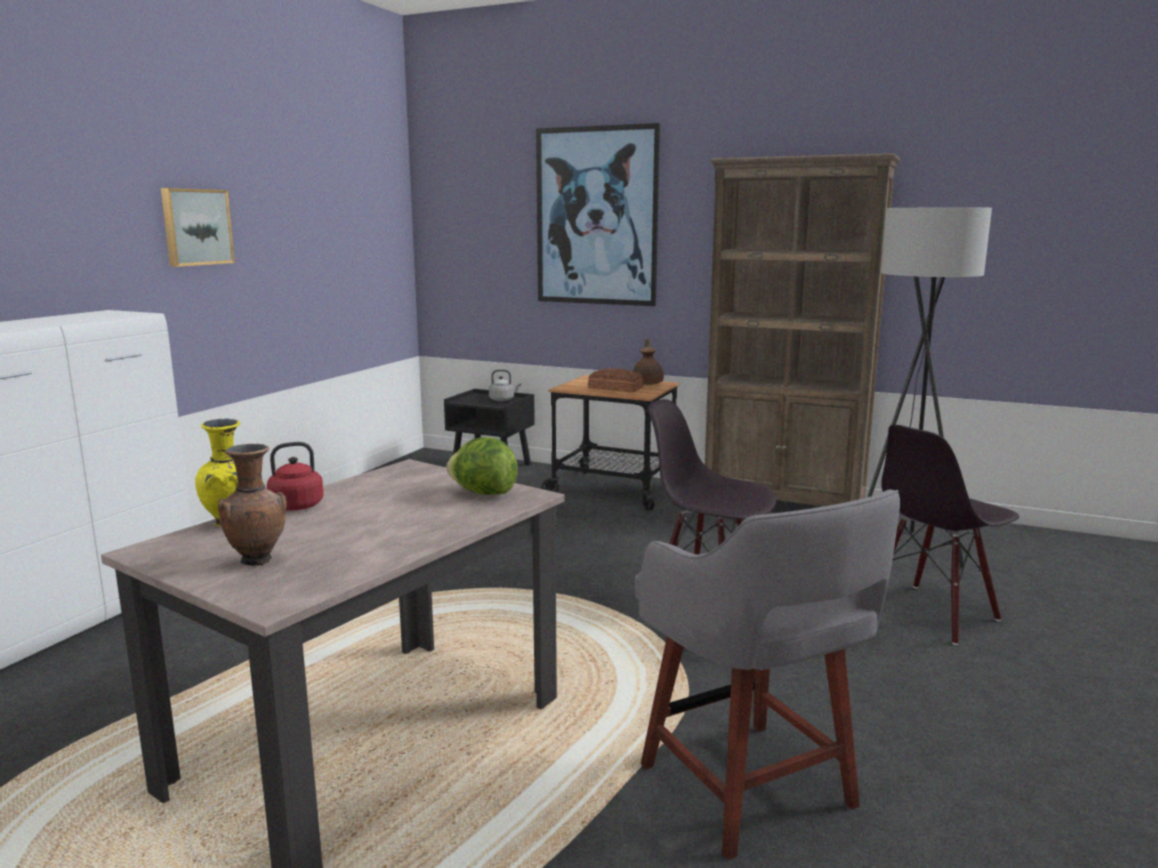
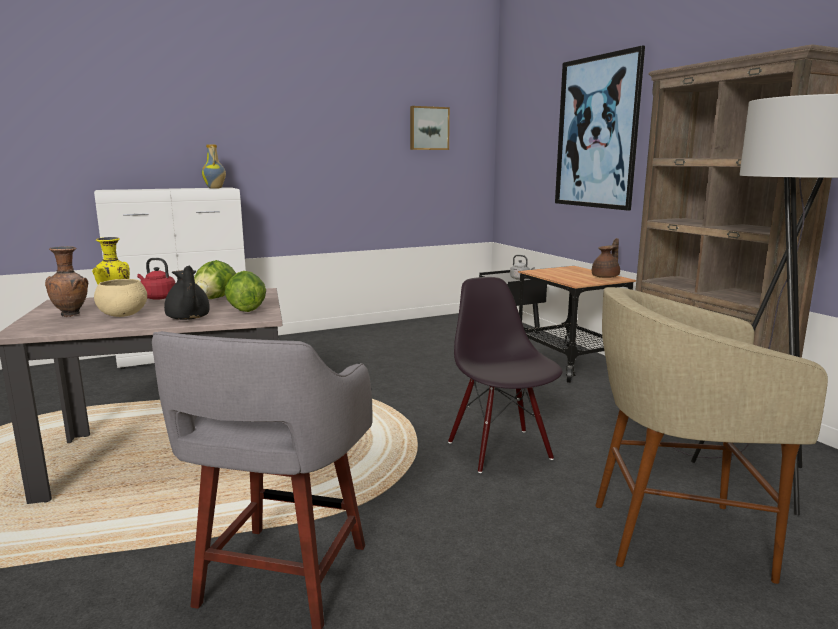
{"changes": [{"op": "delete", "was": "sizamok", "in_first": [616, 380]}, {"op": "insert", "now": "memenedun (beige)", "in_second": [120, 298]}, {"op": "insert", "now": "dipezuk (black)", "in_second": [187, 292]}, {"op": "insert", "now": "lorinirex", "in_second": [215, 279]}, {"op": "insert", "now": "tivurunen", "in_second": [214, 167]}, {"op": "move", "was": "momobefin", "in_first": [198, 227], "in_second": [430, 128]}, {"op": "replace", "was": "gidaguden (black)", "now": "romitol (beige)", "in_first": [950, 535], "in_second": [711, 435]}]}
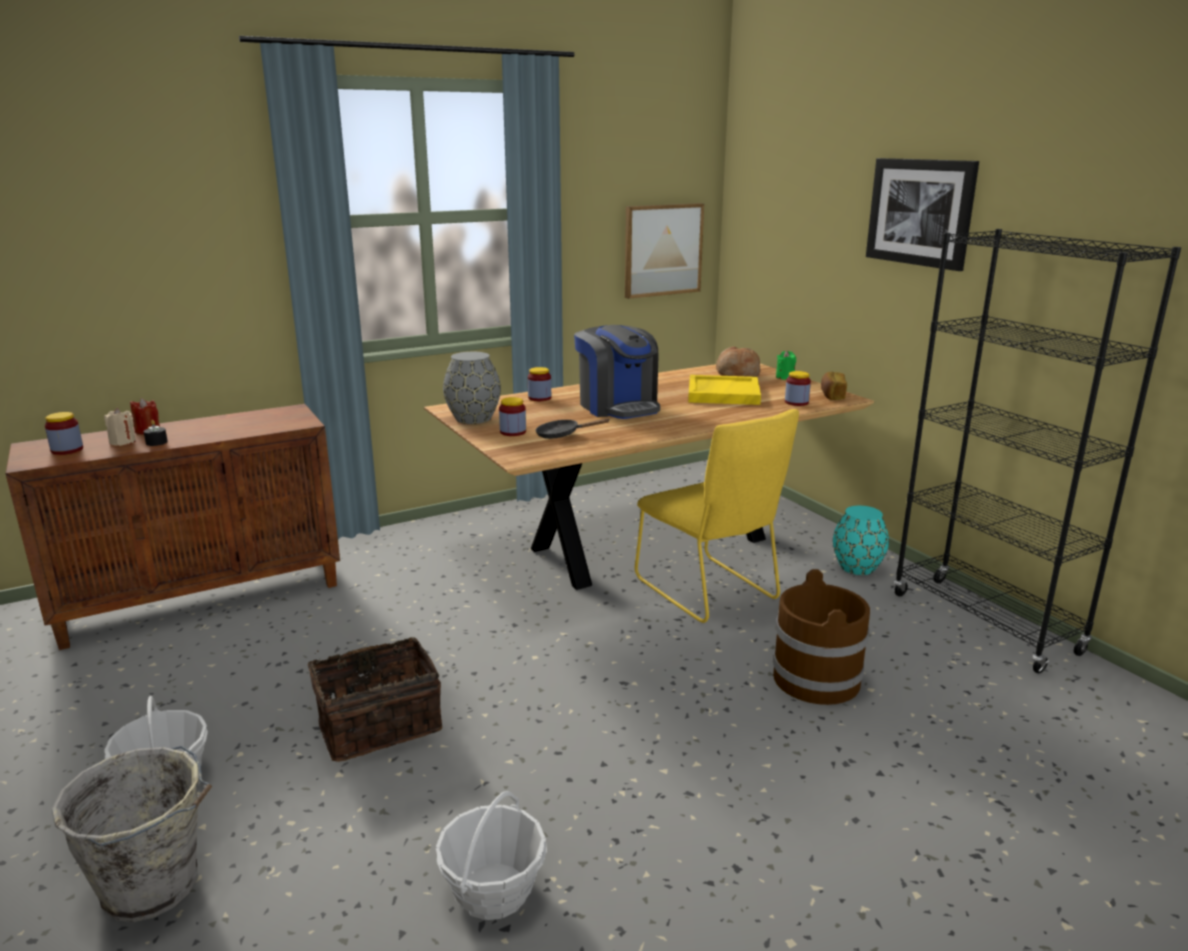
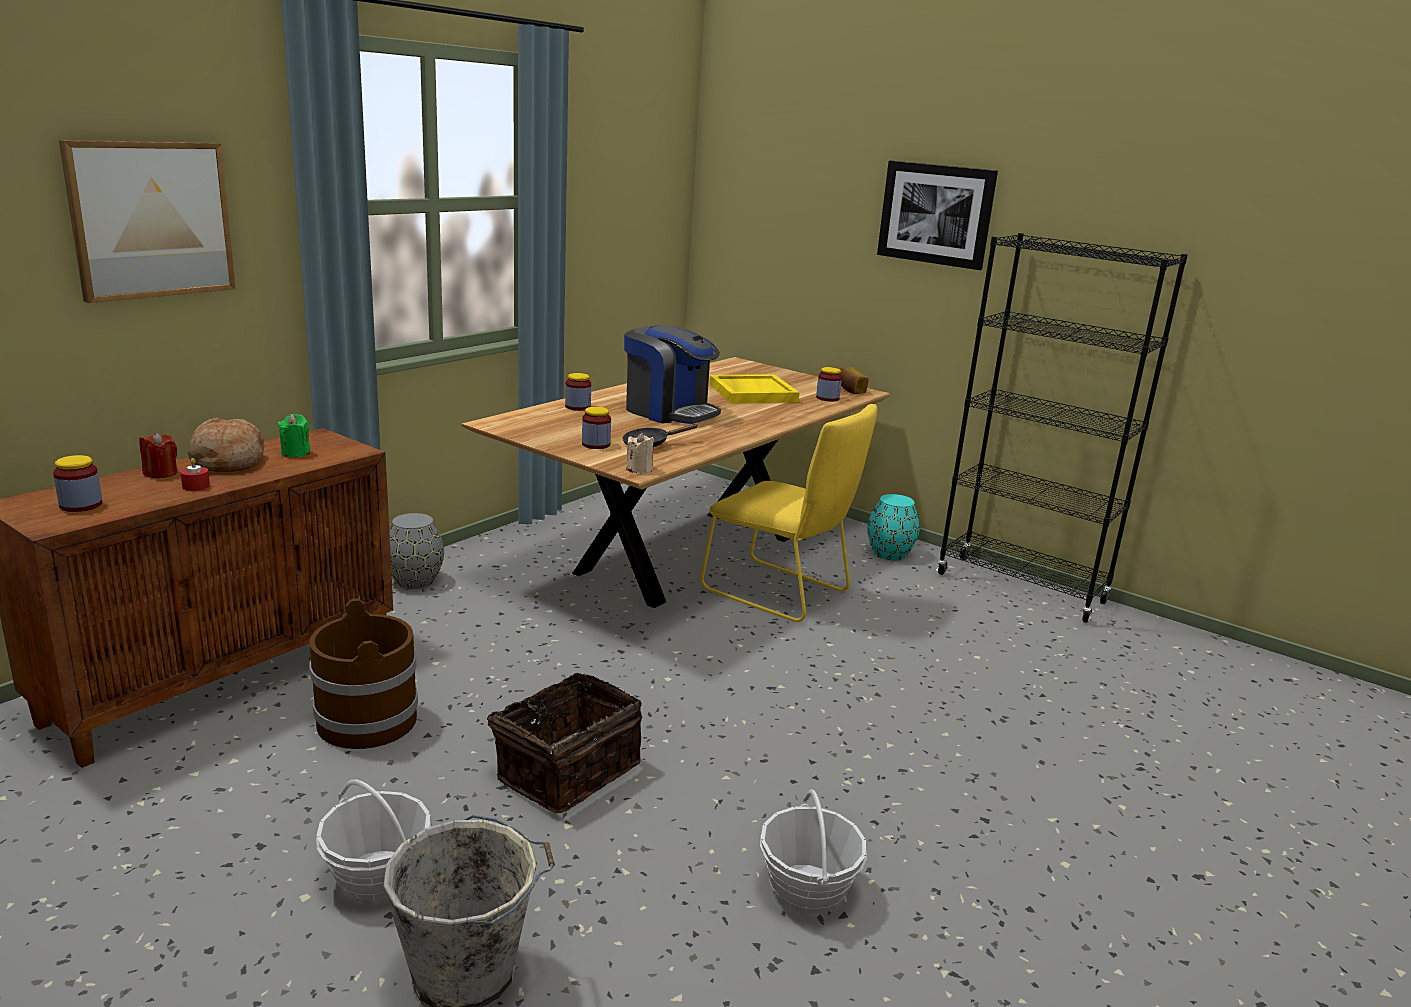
{"changes": [{"op": "move", "was": "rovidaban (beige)", "in_first": [120, 427], "in_second": [640, 453]}, {"op": "move", "was": "tivurunen (grey)", "in_first": [472, 388], "in_second": [416, 551]}, {"op": "move", "was": "momobefin", "in_first": [664, 251], "in_second": [147, 221]}, {"op": "move", "was": "sizamok", "in_first": [738, 361], "in_second": [226, 445]}, {"op": "move", "was": "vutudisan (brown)", "in_first": [821, 637], "in_second": [363, 673]}, {"op": "move", "was": "rovidaban (green)", "in_first": [786, 365], "in_second": [294, 436]}, {"op": "recolor", "was": "rovidaban (black)", "now": "rovidaban (red)", "in_first": [156, 433], "in_second": [195, 474]}]}
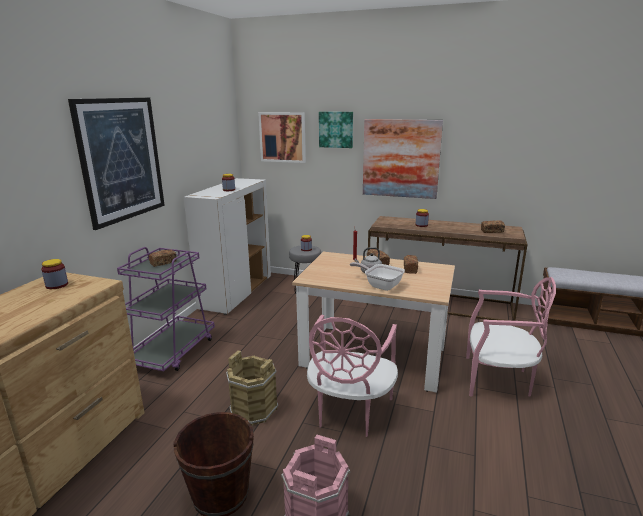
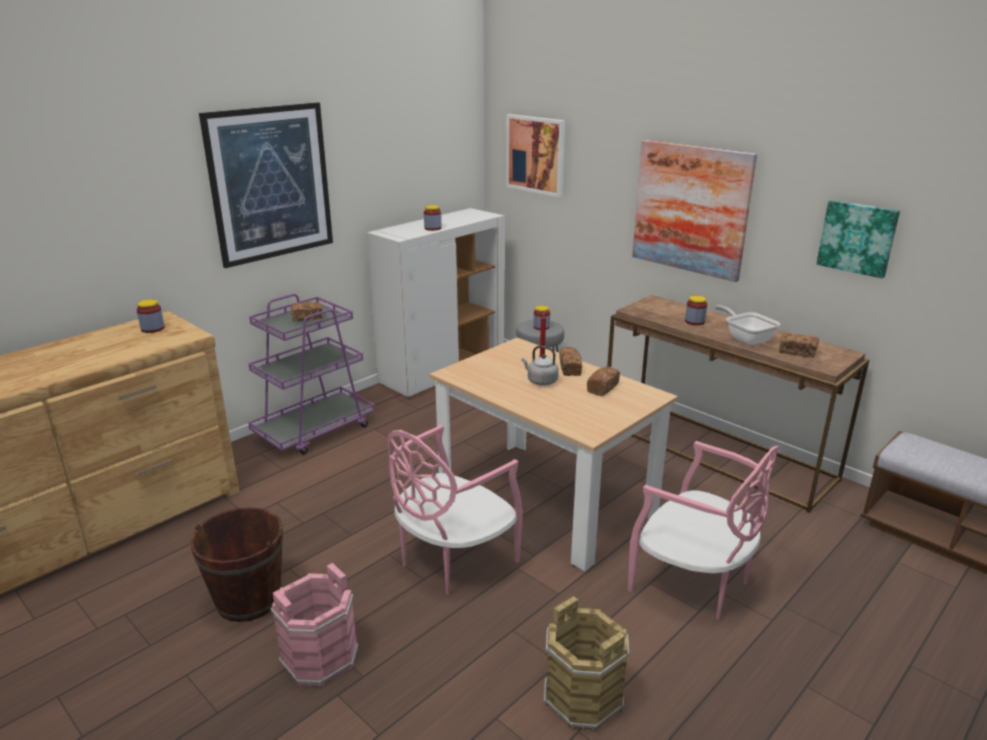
{"changes": [{"op": "move", "was": "vutudisan (brown)", "in_first": [252, 387], "in_second": [587, 663]}, {"op": "move", "was": "momobefin", "in_first": [336, 130], "in_second": [858, 239]}, {"op": "move", "was": "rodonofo", "in_first": [377, 276], "in_second": [747, 325]}]}
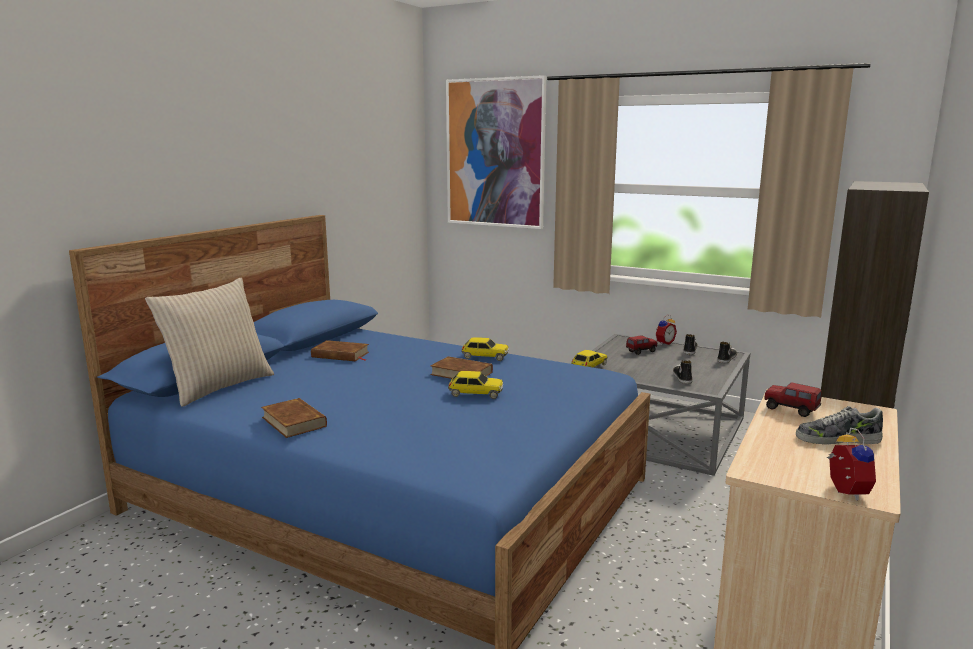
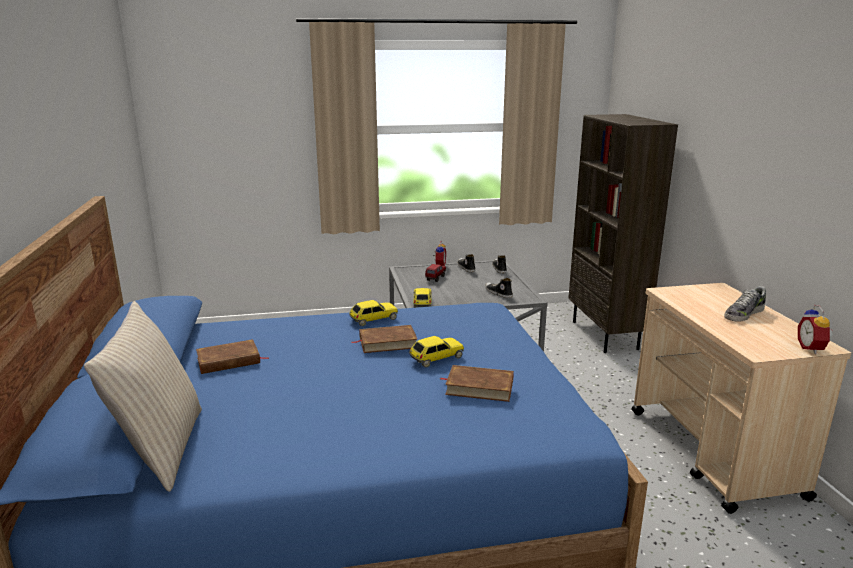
{"changes": [{"op": "delete", "was": "momobefin", "in_first": [496, 152]}, {"op": "delete", "was": "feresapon", "in_first": [793, 399]}, {"op": "move", "was": "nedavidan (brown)", "in_first": [294, 418], "in_second": [477, 383]}, {"op": "rotate", "was": "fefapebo", "in_first": [851, 464], "in_second": [815, 329], "clockwise": -135}]}
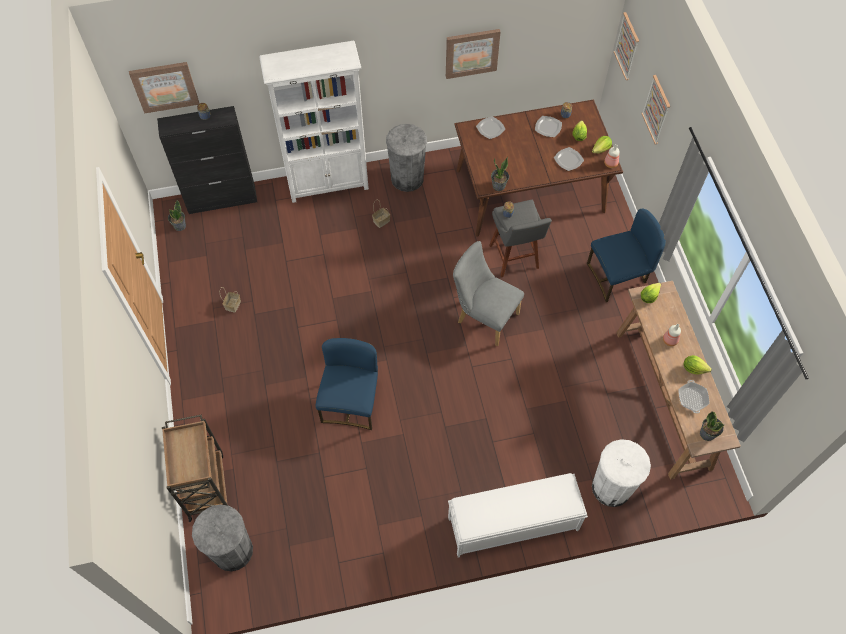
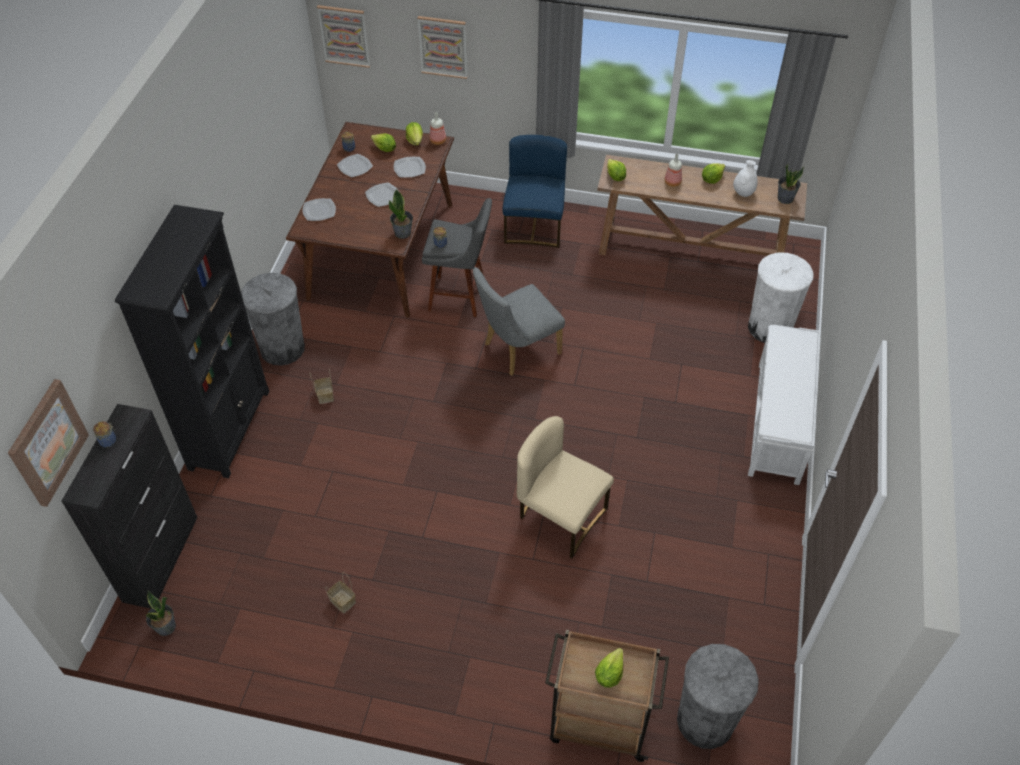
{"changes": [{"op": "delete", "was": "momobefin", "in_first": [473, 54]}, {"op": "insert", "now": "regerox", "in_second": [382, 194]}, {"op": "insert", "now": "lorinirex", "in_second": [609, 668]}, {"op": "replace", "was": "rodonofo", "now": "tivurunen (white)", "in_first": [693, 396], "in_second": [745, 178]}, {"op": "recolor", "was": "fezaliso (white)", "now": "fezaliso (black)", "in_first": [314, 122], "in_second": [192, 341]}, {"op": "recolor", "was": "gidaguden (blue)", "now": "gidaguden (beige)", "in_first": [347, 384], "in_second": [565, 487]}]}
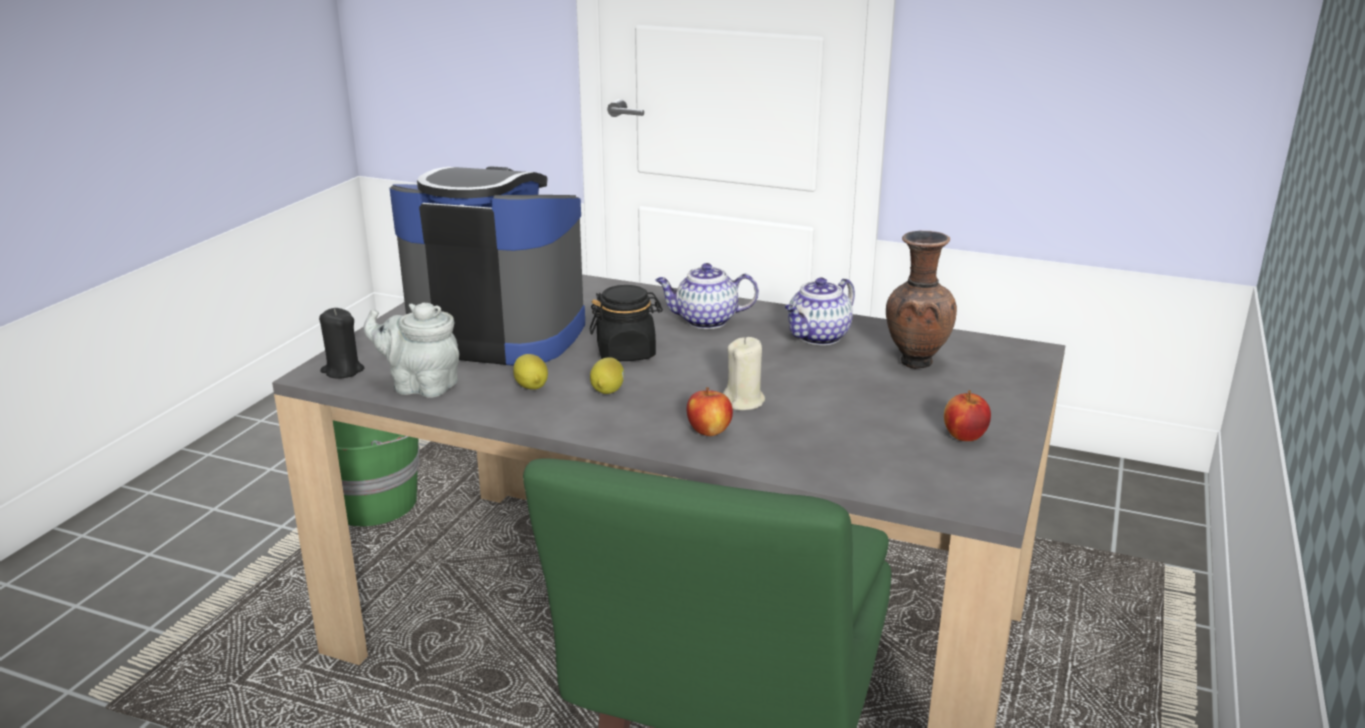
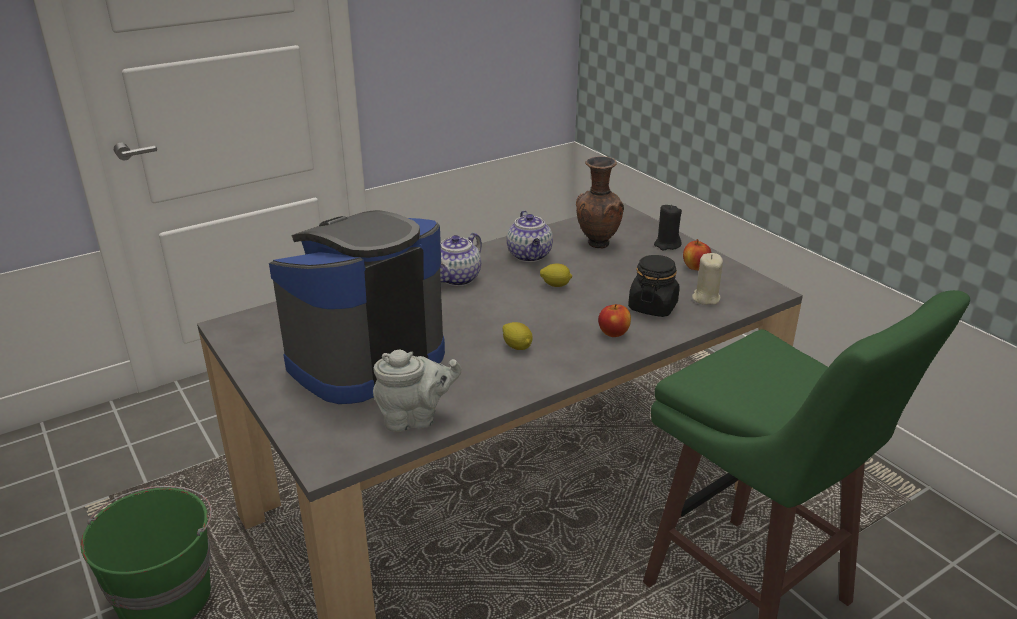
{"changes": [{"op": "move", "was": "rovidaban (black)", "in_first": [341, 343], "in_second": [668, 227]}, {"op": "move", "was": "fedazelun", "in_first": [530, 372], "in_second": [556, 275]}, {"op": "move", "was": "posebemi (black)", "in_first": [626, 323], "in_second": [654, 286]}, {"op": "move", "was": "rovidaban (beige)", "in_first": [744, 373], "in_second": [707, 279]}, {"op": "rotate", "was": "dipezuk (grey)", "in_first": [411, 350], "in_second": [417, 391], "clockwise": -150}]}
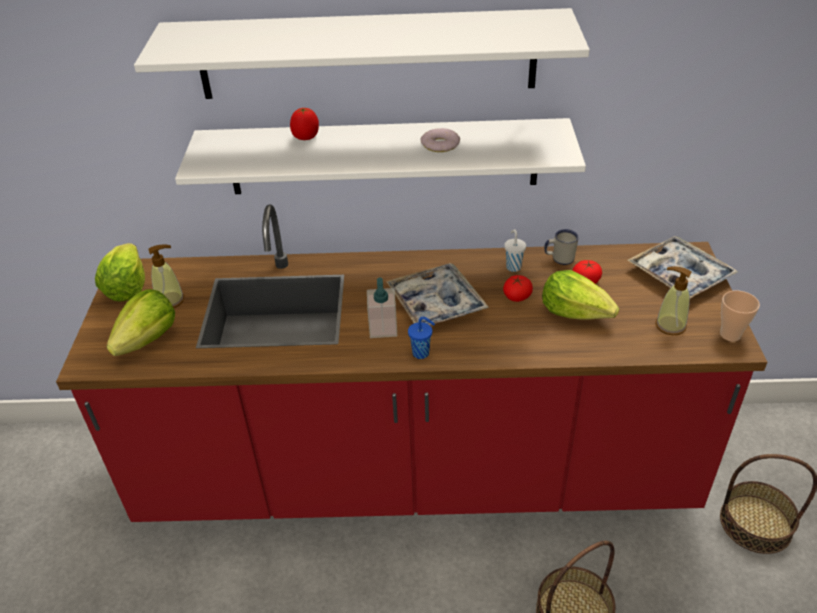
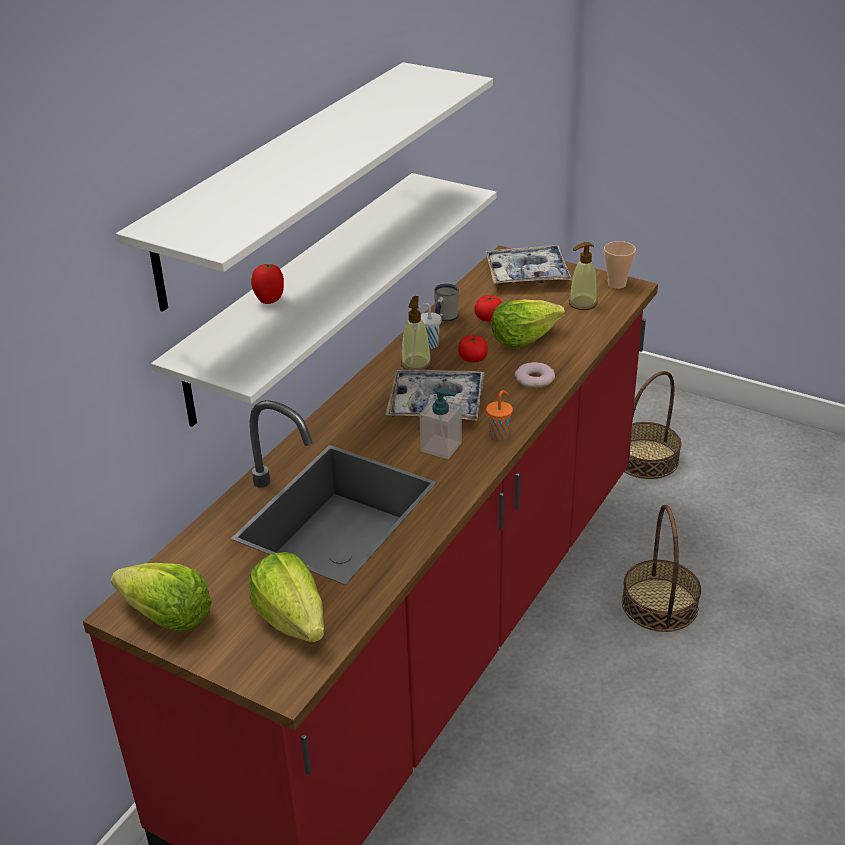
{"changes": [{"op": "move", "was": "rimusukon", "in_first": [166, 276], "in_second": [416, 333]}, {"op": "move", "was": "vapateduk", "in_first": [440, 140], "in_second": [535, 375]}, {"op": "recolor", "was": "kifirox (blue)", "now": "kifirox (orange)", "in_first": [421, 338], "in_second": [499, 416]}]}
